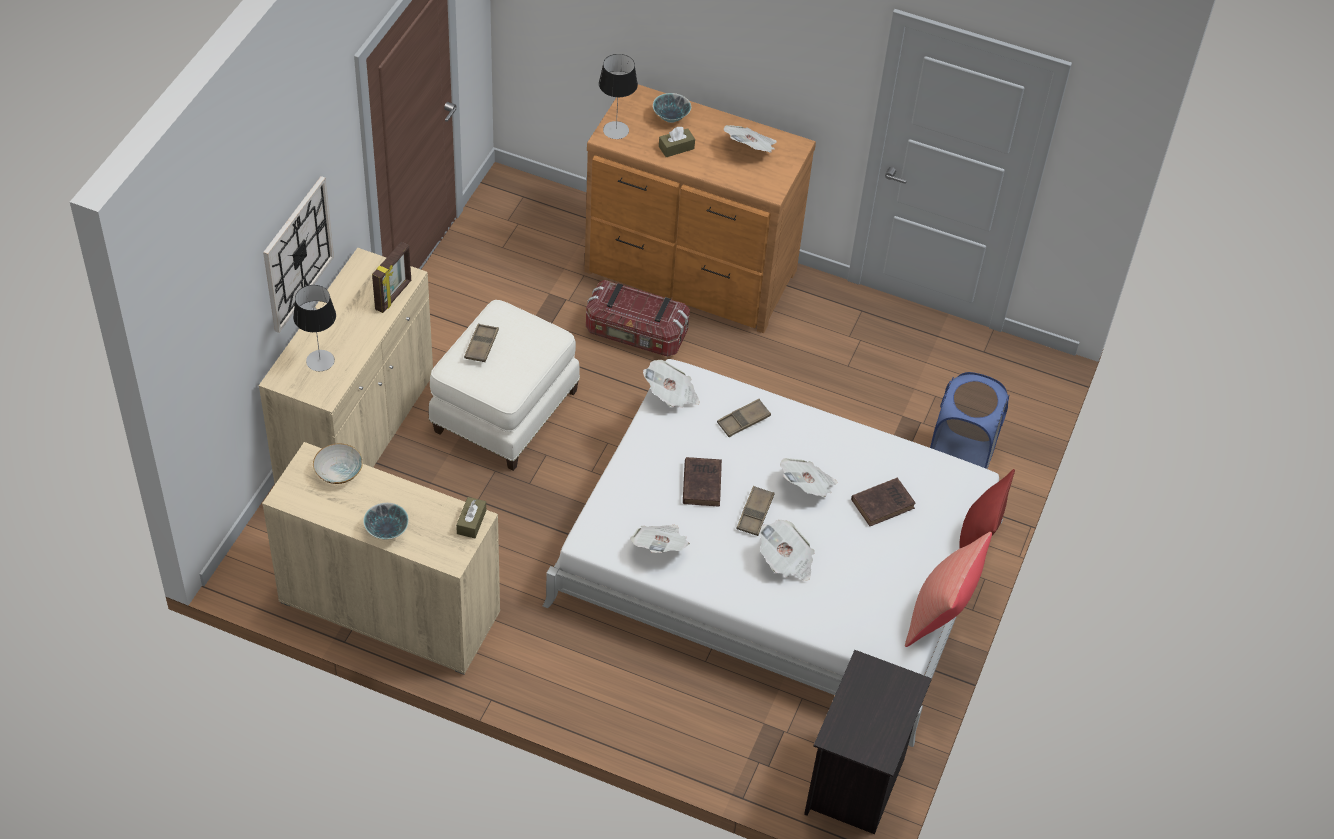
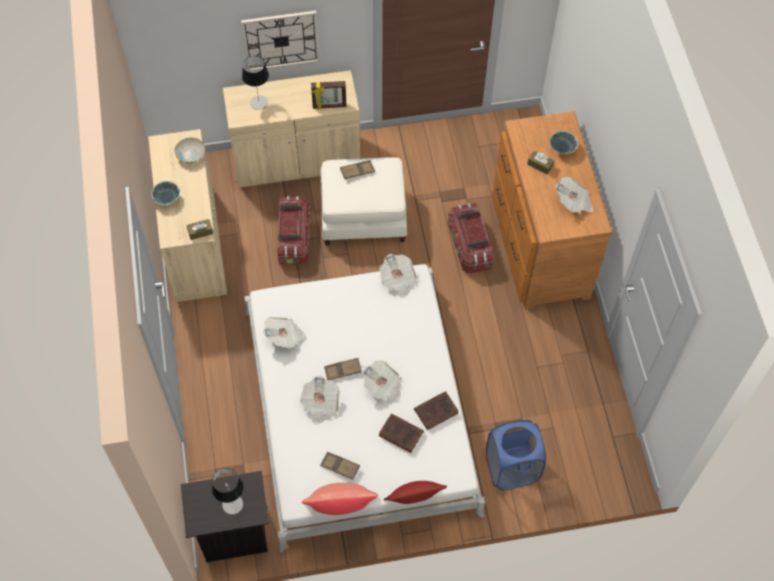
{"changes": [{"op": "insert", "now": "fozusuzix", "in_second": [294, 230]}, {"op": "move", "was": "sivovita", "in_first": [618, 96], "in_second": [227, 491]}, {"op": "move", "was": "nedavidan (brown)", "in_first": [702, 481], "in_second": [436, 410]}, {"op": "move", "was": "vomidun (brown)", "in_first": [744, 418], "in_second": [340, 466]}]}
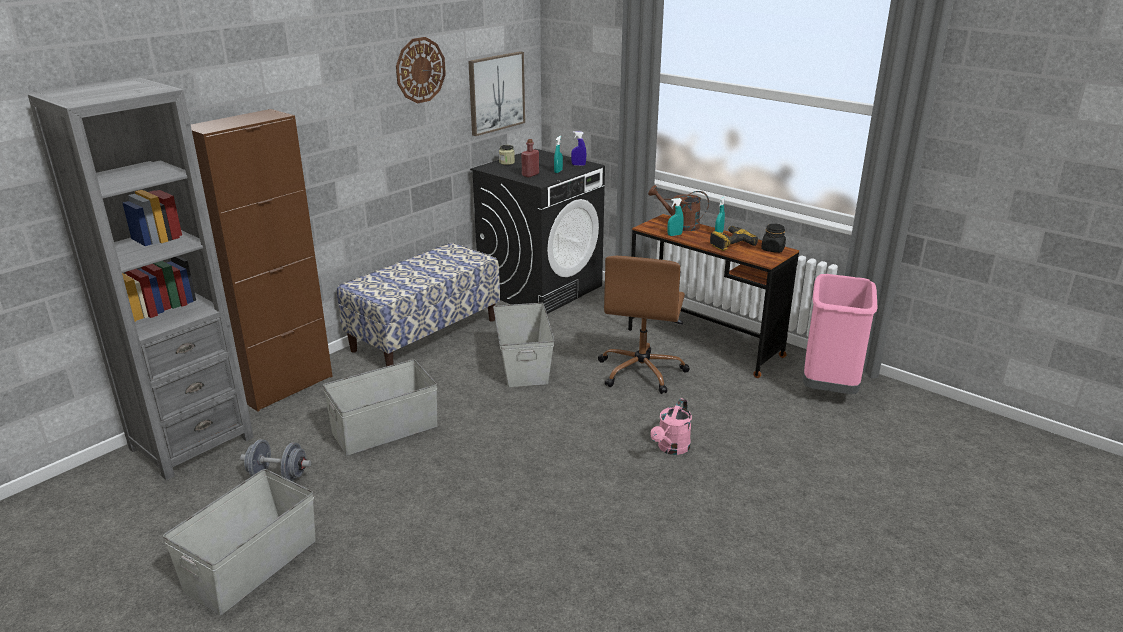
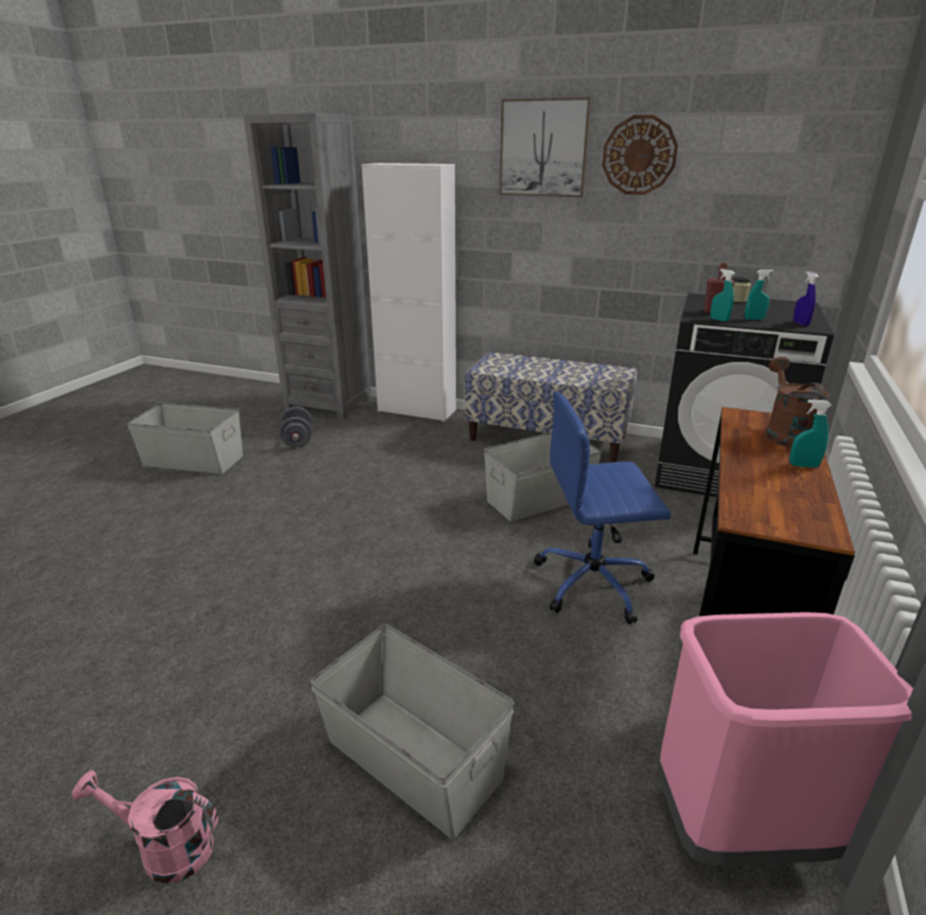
{"changes": [{"op": "delete", "was": "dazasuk", "in_first": [734, 238]}, {"op": "delete", "was": "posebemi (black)", "in_first": [773, 238]}, {"op": "move", "was": "fozusuzix (grey)", "in_first": [380, 407], "in_second": [412, 731]}, {"op": "move", "was": "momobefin", "in_first": [496, 93], "in_second": [545, 147]}, {"op": "move", "was": "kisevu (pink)", "in_first": [671, 426], "in_second": [145, 827]}, {"op": "move", "was": "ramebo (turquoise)", "in_first": [675, 217], "in_second": [722, 295]}, {"op": "recolor", "was": "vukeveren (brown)", "now": "vukeveren (white)", "in_first": [262, 260], "in_second": [409, 292]}, {"op": "recolor", "was": "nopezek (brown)", "now": "nopezek (blue)", "in_first": [643, 325], "in_second": [602, 507]}]}
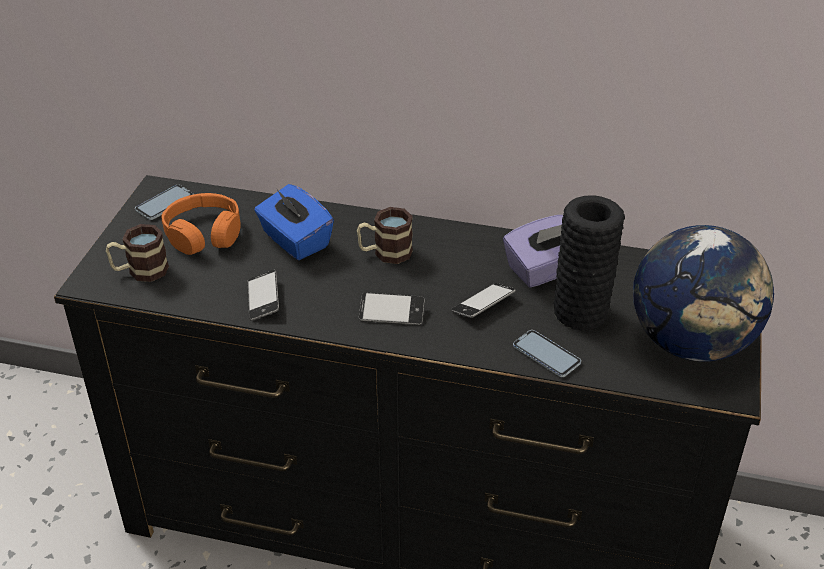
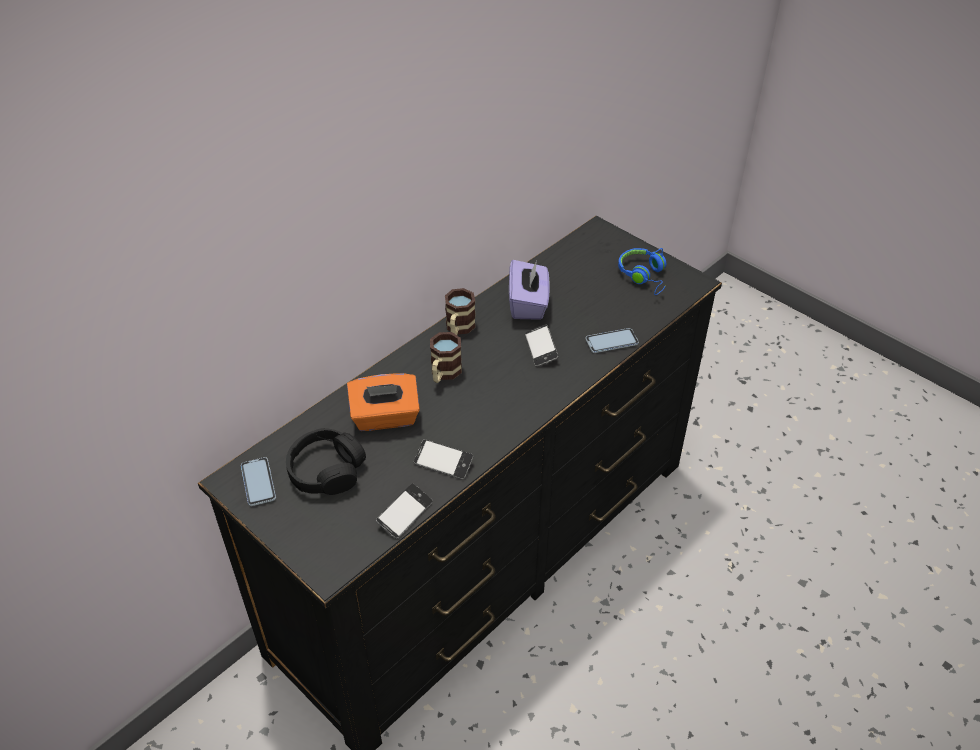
{"changes": [{"op": "delete", "was": "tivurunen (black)", "in_first": [589, 263]}, {"op": "move", "was": "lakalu", "in_first": [137, 253], "in_second": [460, 311]}, {"op": "move", "was": "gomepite", "in_first": [392, 308], "in_second": [404, 511]}, {"op": "replace", "was": "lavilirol", "now": "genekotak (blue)", "in_first": [703, 293], "in_second": [642, 271]}, {"op": "recolor", "was": "genekotak (orange)", "now": "genekotak (black)", "in_first": [201, 224], "in_second": [326, 461]}, {"op": "recolor", "was": "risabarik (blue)", "now": "risabarik (orange)", "in_first": [294, 222], "in_second": [383, 402]}]}
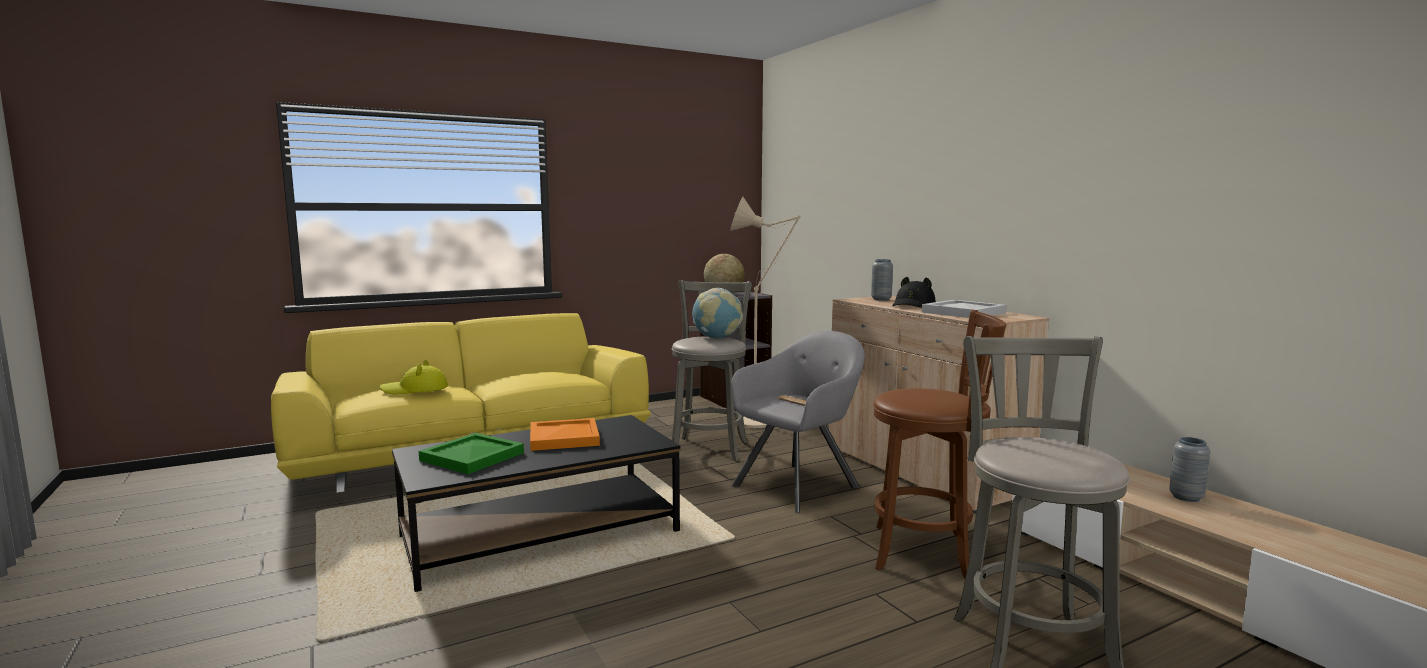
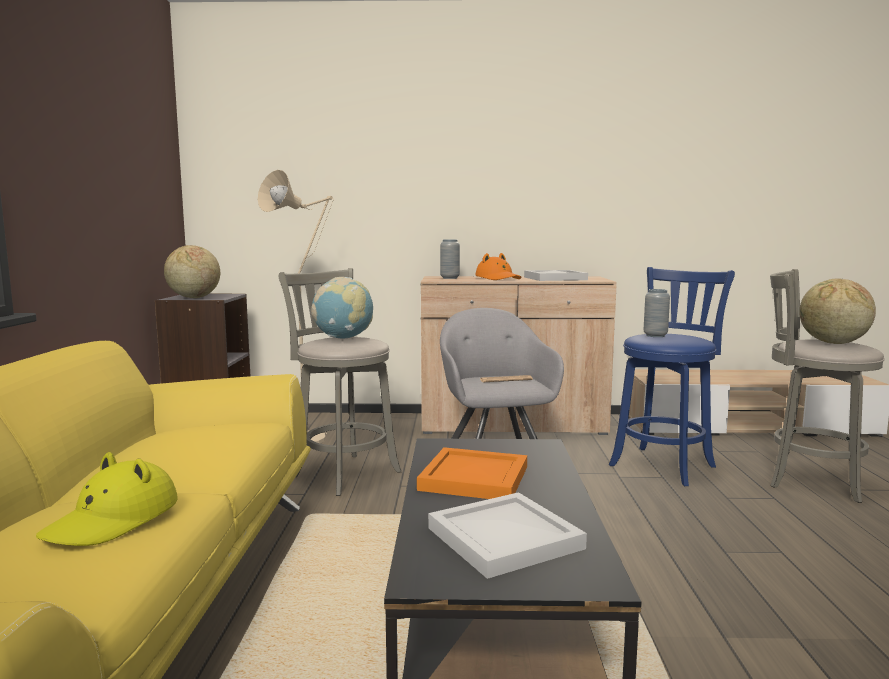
{"changes": [{"op": "insert", "now": "lavilirol", "in_second": [837, 311]}, {"op": "move", "was": "tivurunen (grey)", "in_first": [1189, 469], "in_second": [657, 313]}, {"op": "recolor", "was": "vomidun (green)", "now": "vomidun (white)", "in_first": [471, 453], "in_second": [507, 535]}, {"op": "recolor", "was": "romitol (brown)", "now": "romitol (blue)", "in_first": [939, 444], "in_second": [672, 376]}, {"op": "recolor", "was": "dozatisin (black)", "now": "dozatisin (orange)", "in_first": [914, 292], "in_second": [498, 266]}]}
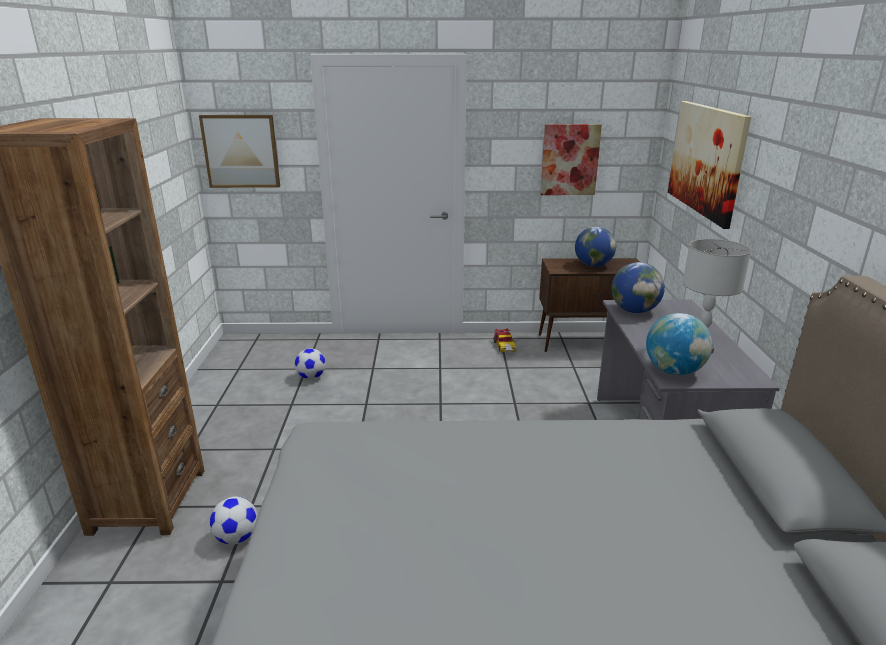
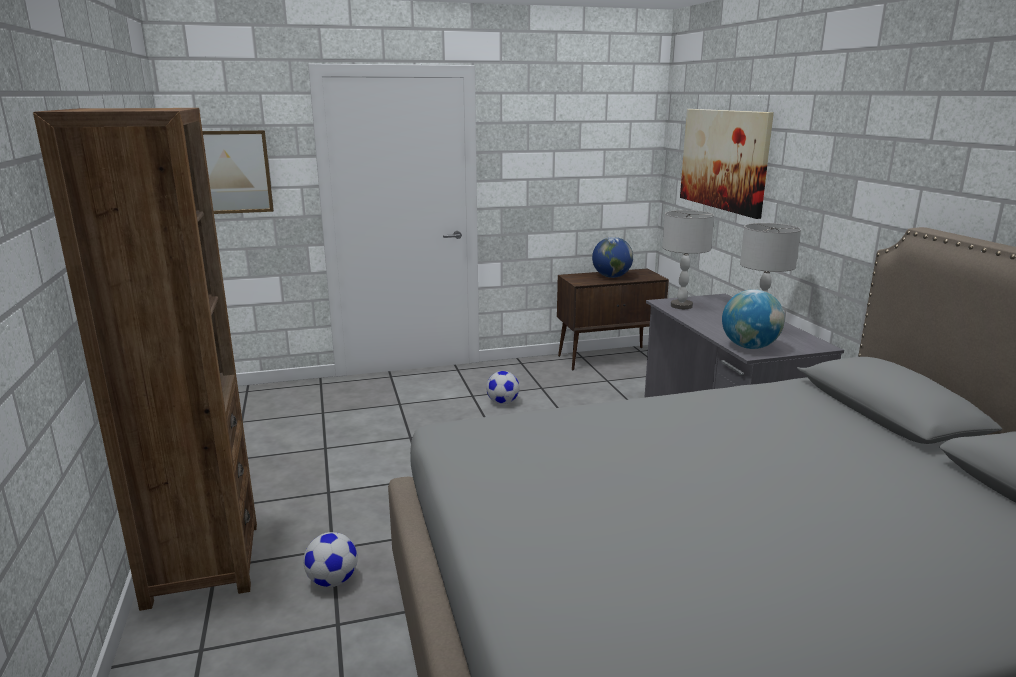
{"changes": [{"op": "delete", "was": "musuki", "in_first": [504, 340]}, {"op": "delete", "was": "momobefin", "in_first": [571, 159]}, {"op": "move", "was": "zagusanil", "in_first": [310, 363], "in_second": [502, 387]}, {"op": "replace", "was": "lavilirol", "now": "sivovita (grey)", "in_first": [638, 287], "in_second": [688, 259]}]}
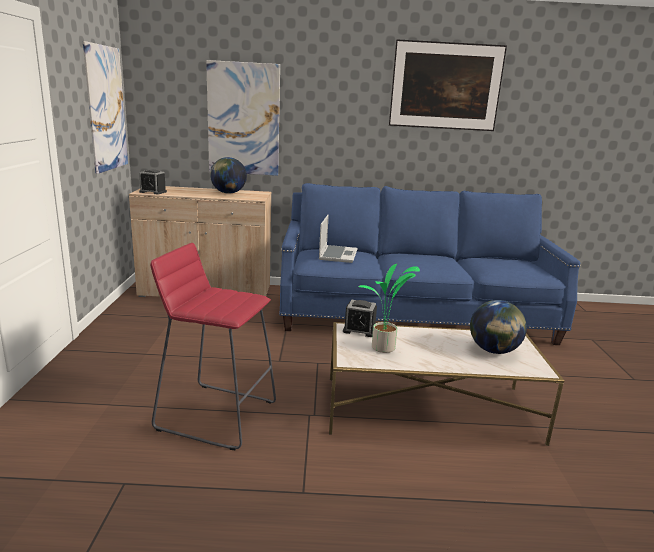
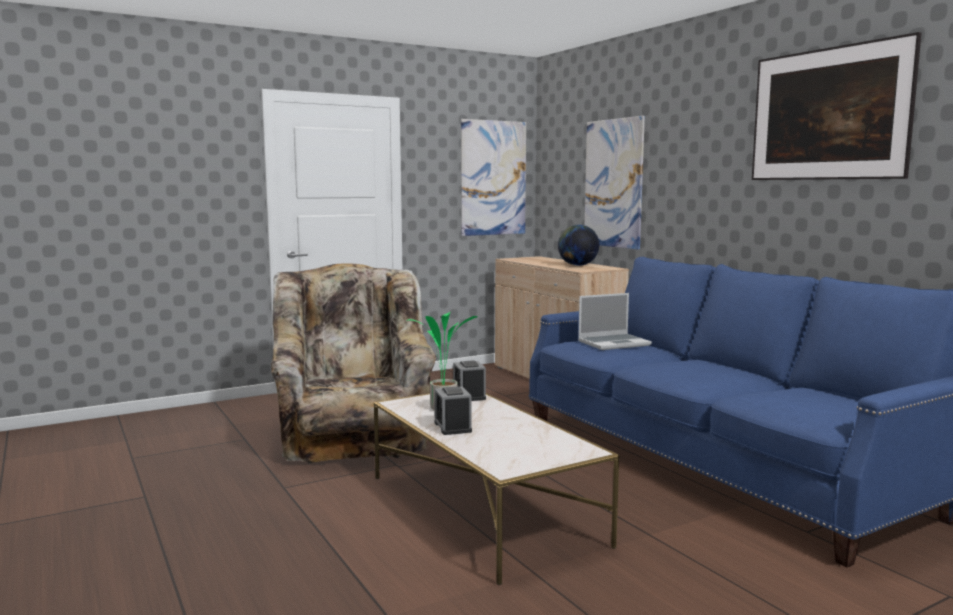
{"changes": [{"op": "delete", "was": "lavilirol", "in_first": [498, 327]}, {"op": "move", "was": "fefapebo", "in_first": [153, 181], "in_second": [453, 410]}, {"op": "replace", "was": "romitol (red)", "now": "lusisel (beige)", "in_first": [213, 346], "in_second": [353, 366]}]}
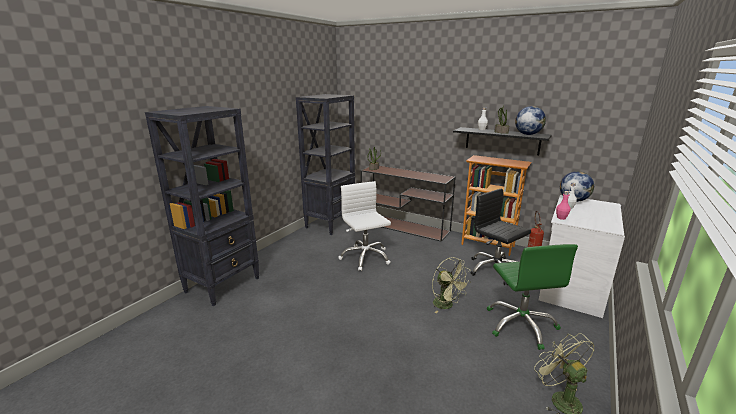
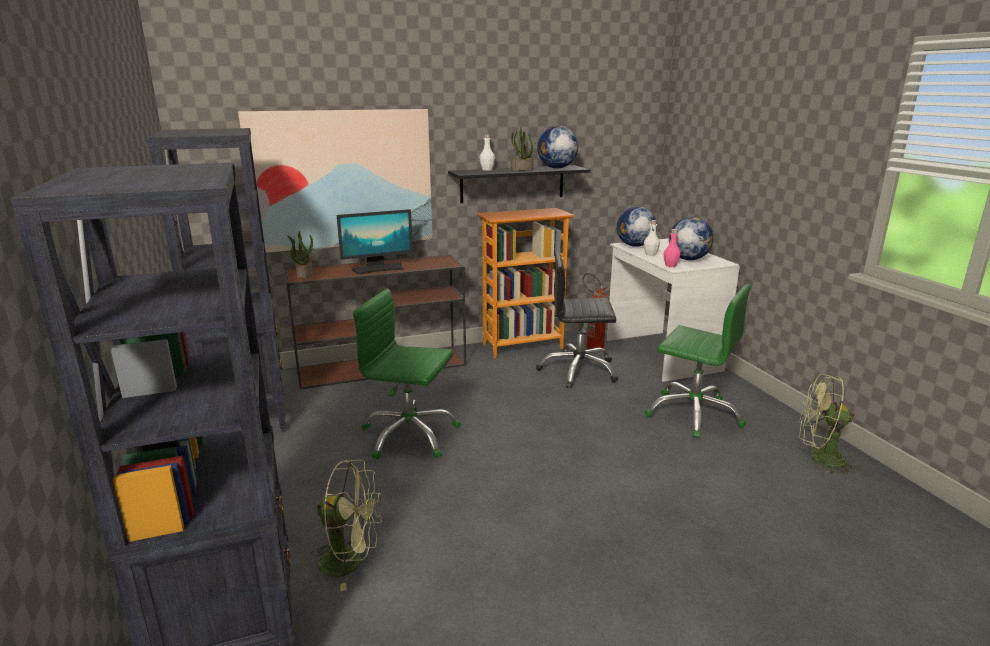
{"changes": [{"op": "insert", "now": "momobefin", "in_second": [335, 180]}, {"op": "insert", "now": "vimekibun", "in_second": [375, 242]}, {"op": "insert", "now": "lavilirol", "in_second": [691, 238]}, {"op": "move", "was": "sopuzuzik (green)", "in_first": [451, 285], "in_second": [346, 525]}, {"op": "recolor", "was": "nopezek (white)", "now": "nopezek (green)", "in_first": [365, 226], "in_second": [407, 374]}]}
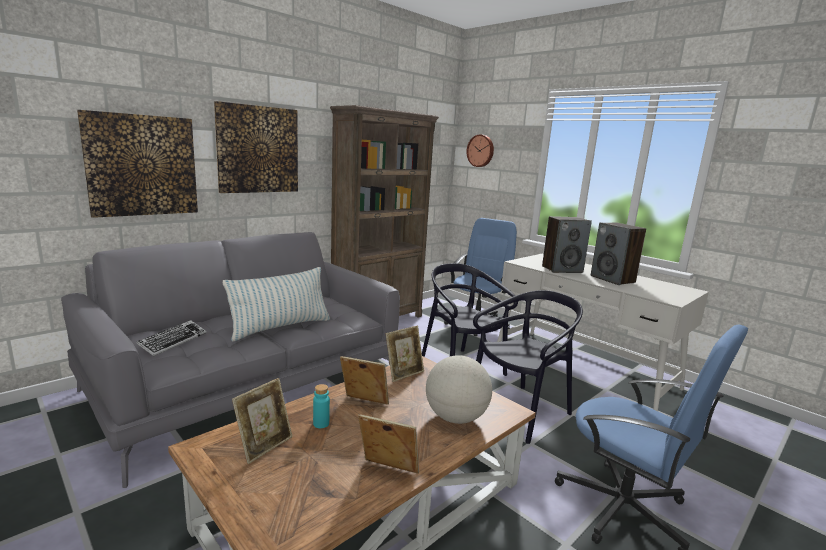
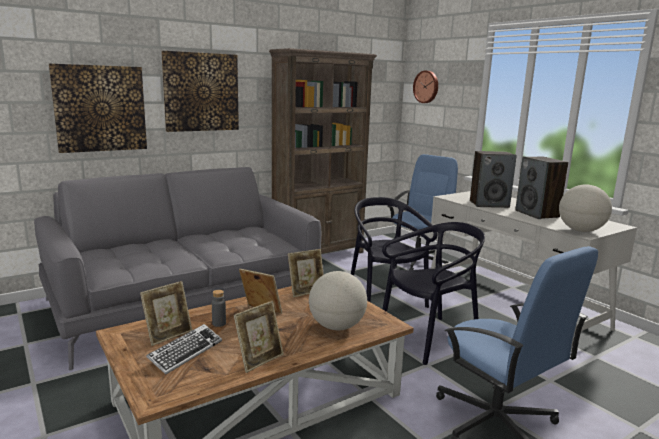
{"changes": [{"op": "delete", "was": "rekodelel", "in_first": [276, 304]}, {"op": "insert", "now": "lavilirol", "in_second": [585, 208]}, {"op": "move", "was": "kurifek", "in_first": [171, 338], "in_second": [184, 349]}, {"op": "recolor", "was": "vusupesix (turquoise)", "now": "vusupesix (grey)", "in_first": [321, 406], "in_second": [219, 308]}, {"op": "rotate", "was": "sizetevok", "in_first": [388, 443], "in_second": [259, 337], "clockwise": 105}]}
